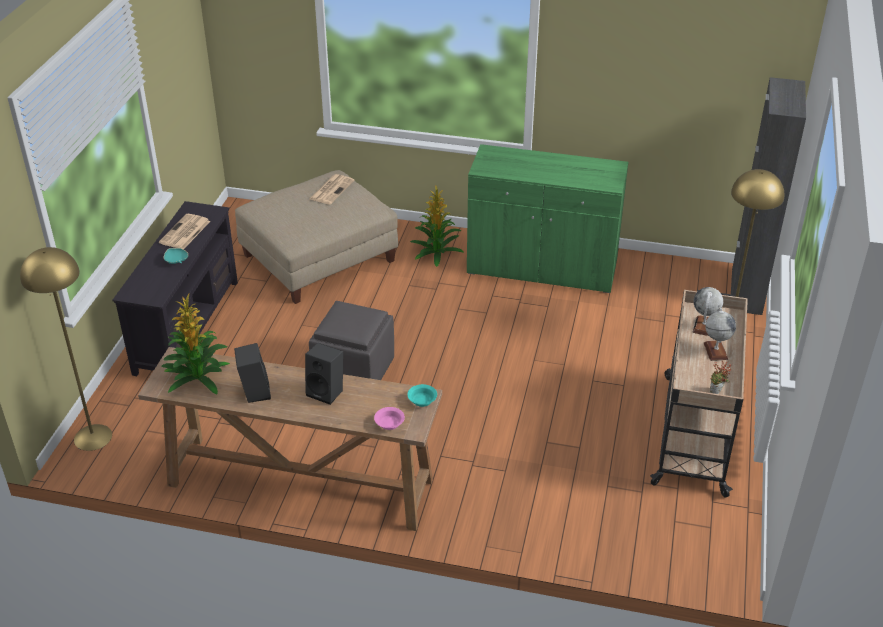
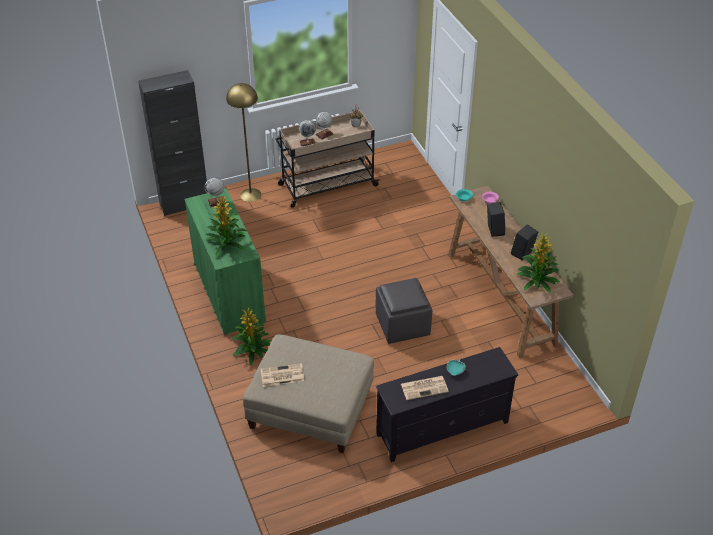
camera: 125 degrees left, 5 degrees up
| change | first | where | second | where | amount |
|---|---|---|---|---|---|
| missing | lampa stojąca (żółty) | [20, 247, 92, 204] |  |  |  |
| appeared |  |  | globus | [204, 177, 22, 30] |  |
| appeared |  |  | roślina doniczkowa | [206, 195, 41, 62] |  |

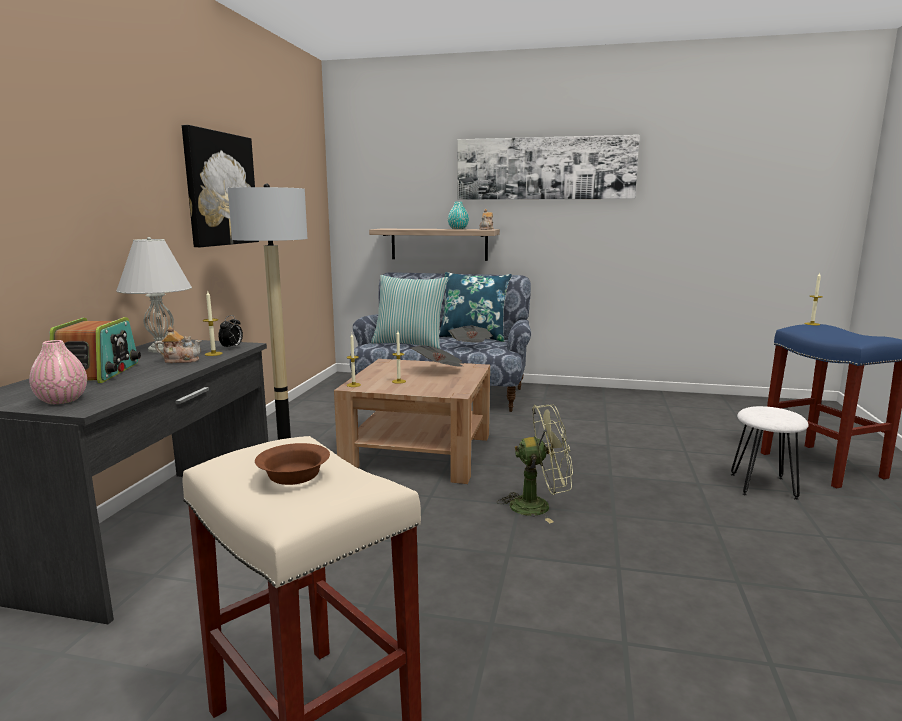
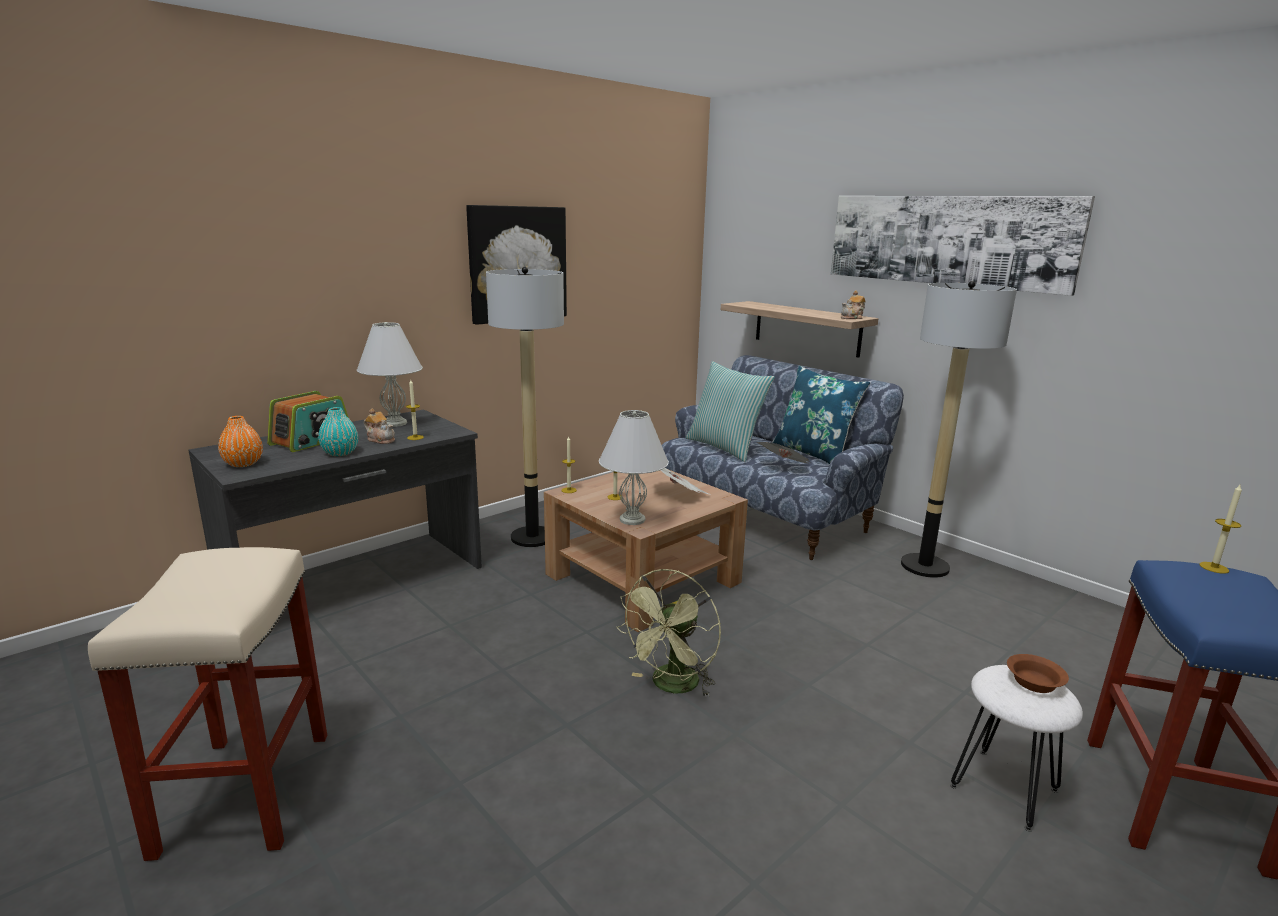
camera: 35 degrees right, 5 degrees up
| change | first | where | second | where | amount |
|---|---|---|---|---|---|
| relocated | wazon (turkusowy) | [448, 202, 21, 27] |  | [318, 407, 40, 49] |  |
| missing | budzik | [218, 315, 25, 34] |  |  |  |
| colour | wazon (różowy) | [29, 340, 58, 64] | wazon (pomarańczowy) | [218, 416, 45, 51] |  |
| spun | wentylator (zielony) | [497, 404, 76, 119] |  | [616, 569, 105, 129] | 90 degrees clockwise |
| relocated | miska (brązowy) | [255, 443, 75, 42] |  | [1007, 654, 62, 39] |  |
| appeared |  |  | lampa stojąca | [901, 281, 116, 297] |  |
| appeared |  |  | lampa stołowa (biały) | [599, 410, 70, 115] |  |

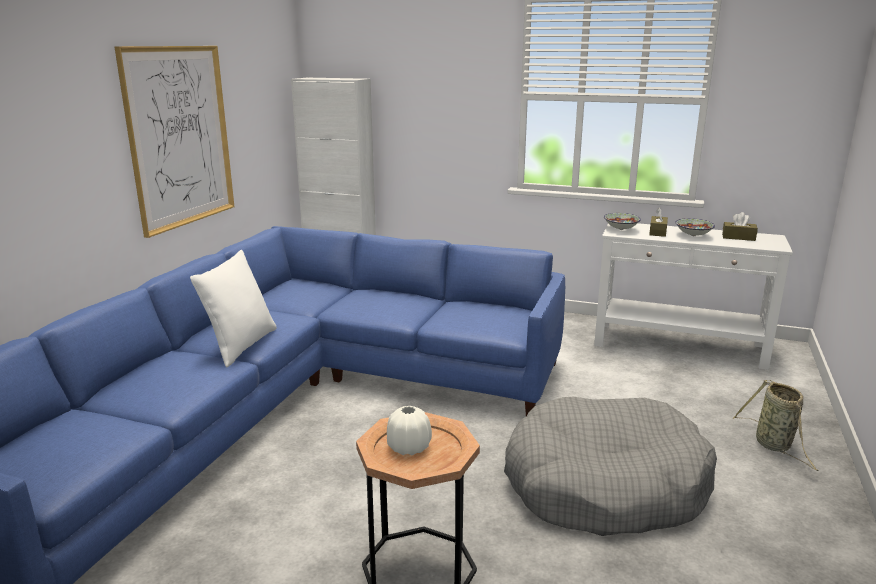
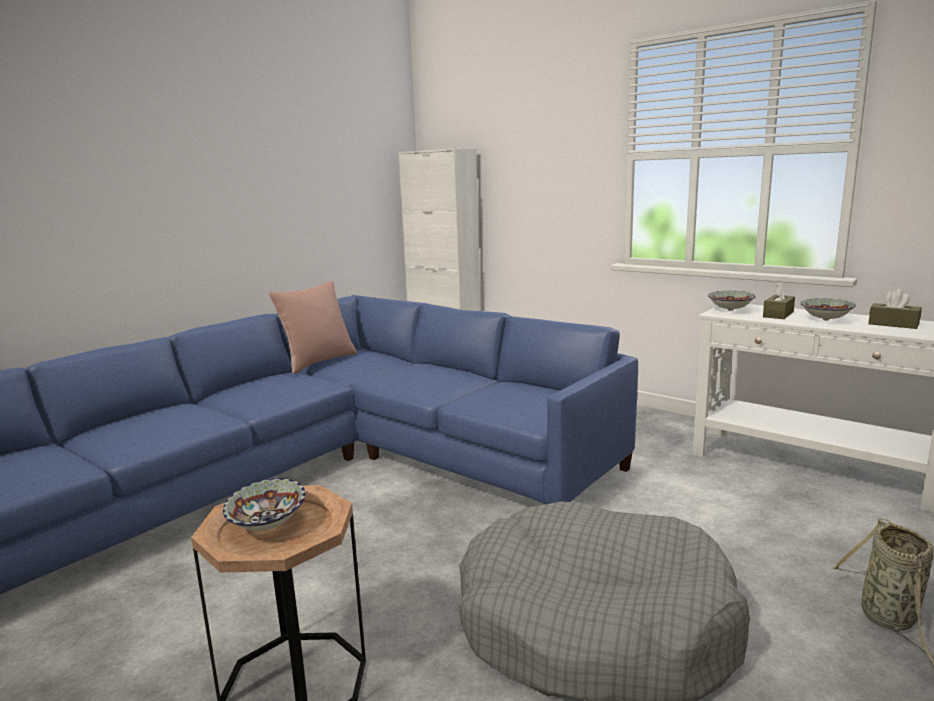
camera: 20 degrees right, 5 degrees down
| change | first | where | second | where | amount |
|---|---|---|---|---|---|
| missing | obraz | [114, 46, 120, 192] |  |  |  |
| missing | poduszka (biały) | [190, 250, 87, 117] |  |  |  |
| exchanged | wazon (biały) | [387, 406, 45, 49] | miska | [223, 478, 83, 53] |  |
| appeared |  |  | poduszka (różowy) | [269, 281, 88, 93] |  |

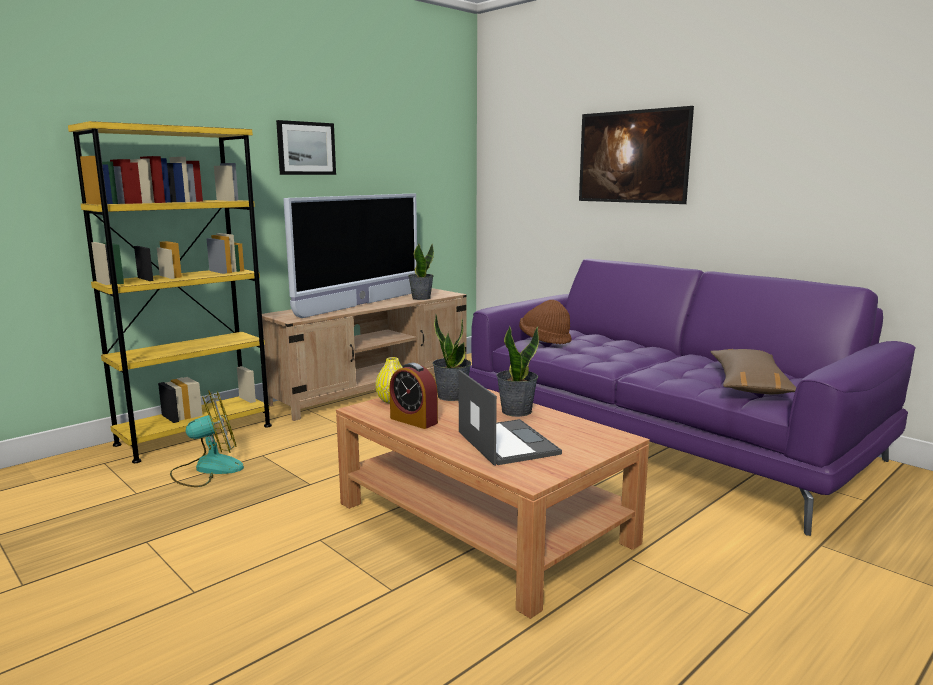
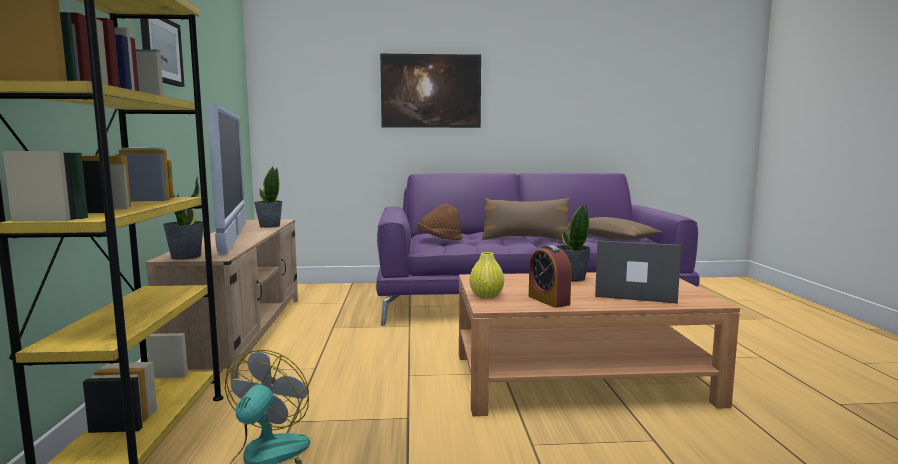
camera: 50 degrees left, 5 degrees down
| change | first | where | second | where | amount |
|---|---|---|---|---|---|
| relocated | roślina doniczkowa | [433, 314, 38, 87] |  | [163, 177, 40, 83] |  |
| spun | budzik | [390, 363, 48, 66] |  | [529, 245, 42, 63] | 75 degrees clockwise |
| appeared |  |  | poduszka (brązowy) | [482, 198, 88, 42] |  |

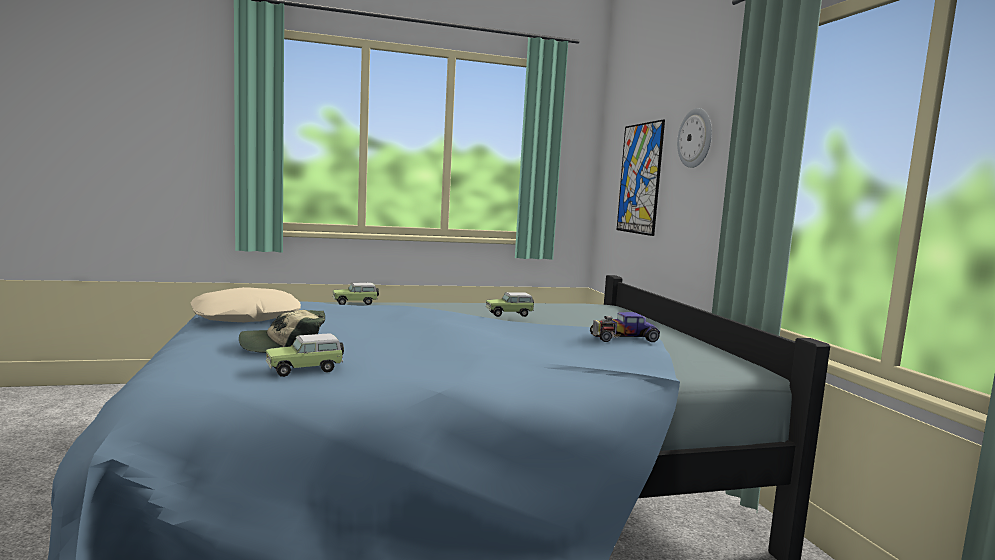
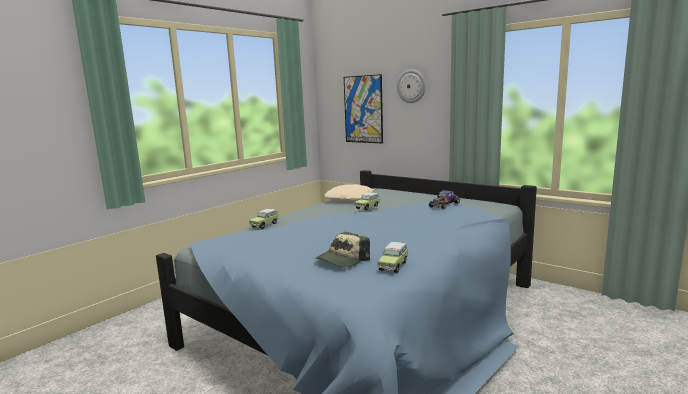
camera: 35 degrees left, 5 degrees up
| change | first | where | second | where | amount |
|---|---|---|---|---|---|
| relocated | poduszka (beżowy) | [190, 287, 111, 35] |  | [324, 184, 50, 18] |  |

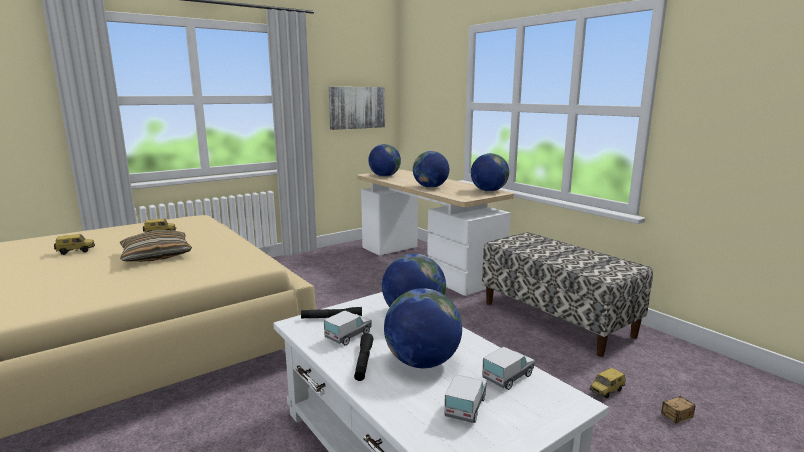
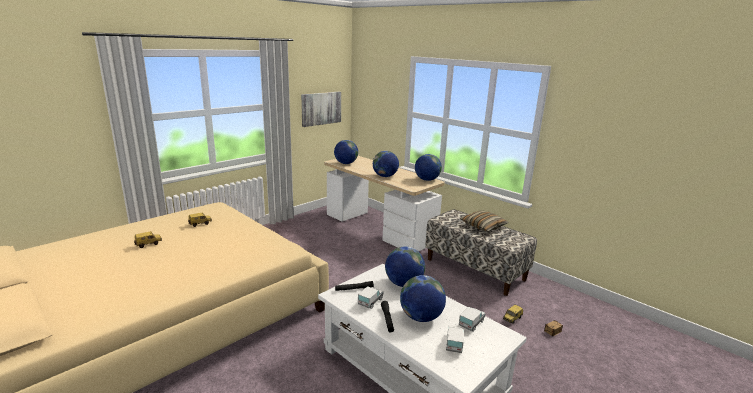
camera: 10 degrees left, 5 degrees up
| change | first | where | second | where | amount |
|---|---|---|---|---|---|
| relocated | poduszka | [120, 230, 72, 32] |  | [460, 211, 48, 21] |  |

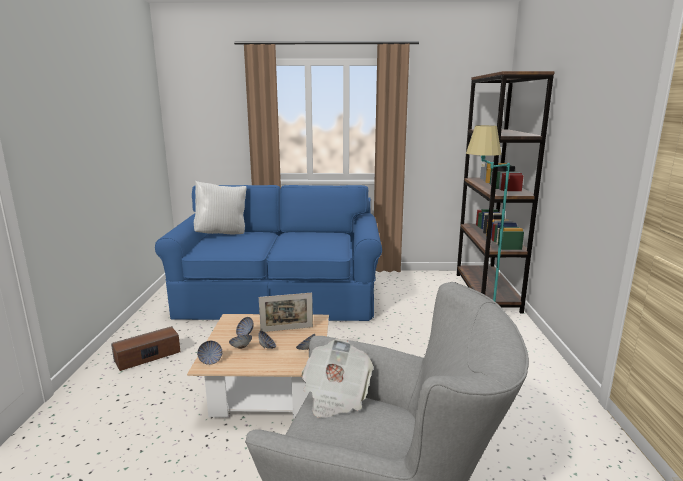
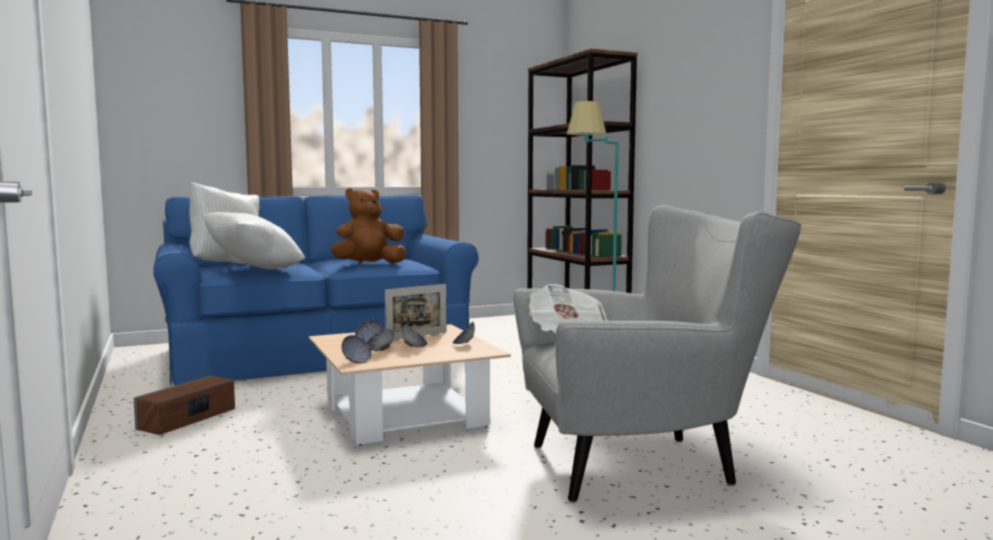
camera: 25 degrees left, 10 degrees down
| change | first | where | second | where | amount |
|---|---|---|---|---|---|
| appeared |  |  | pluszak (brązowy) | [331, 188, 76, 75] |  |
| appeared |  |  | poduszka (biały) | [203, 212, 102, 57] |  |

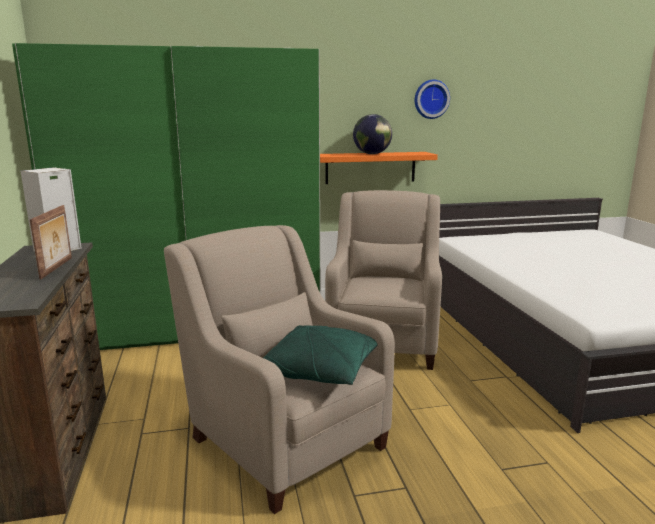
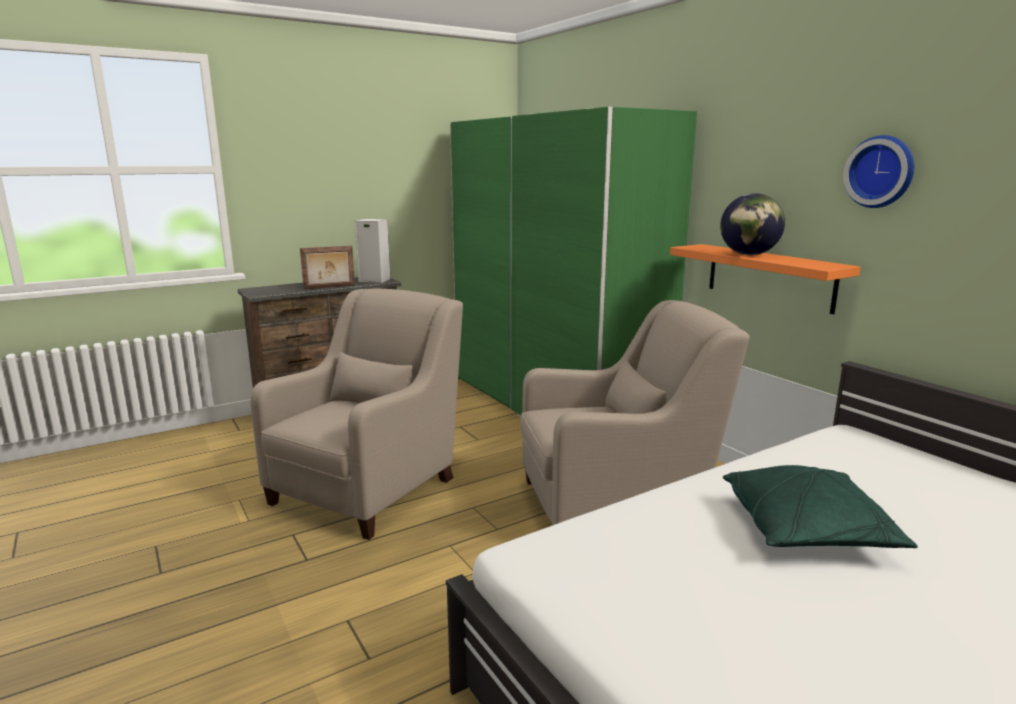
camera: 70 degrees right, 0 degrees up
| change | first | where | second | where | amount |
|---|---|---|---|---|---|
| relocated | poduszka (zielony) | [264, 325, 113, 60] |  | [723, 465, 195, 83] |  |

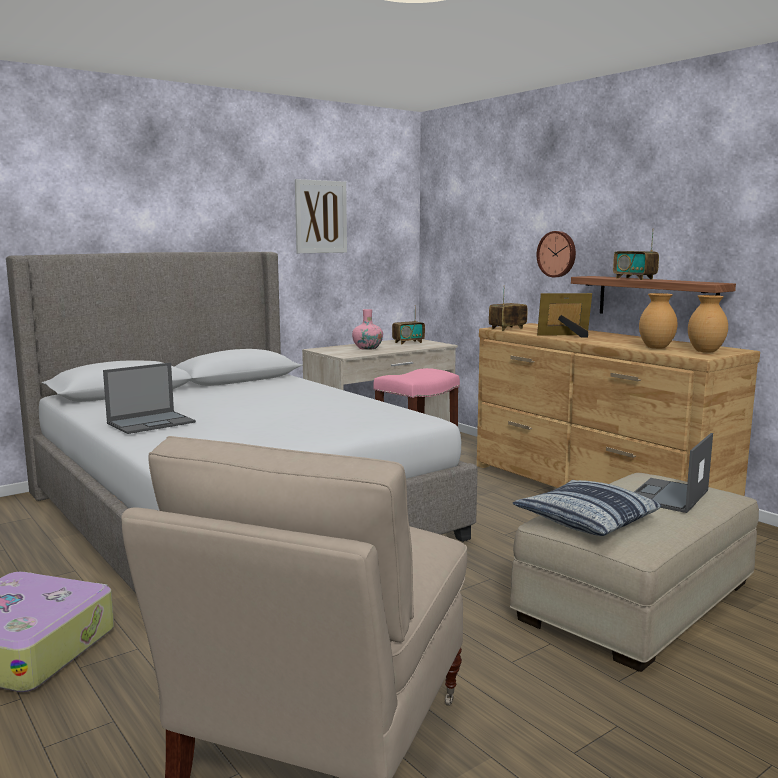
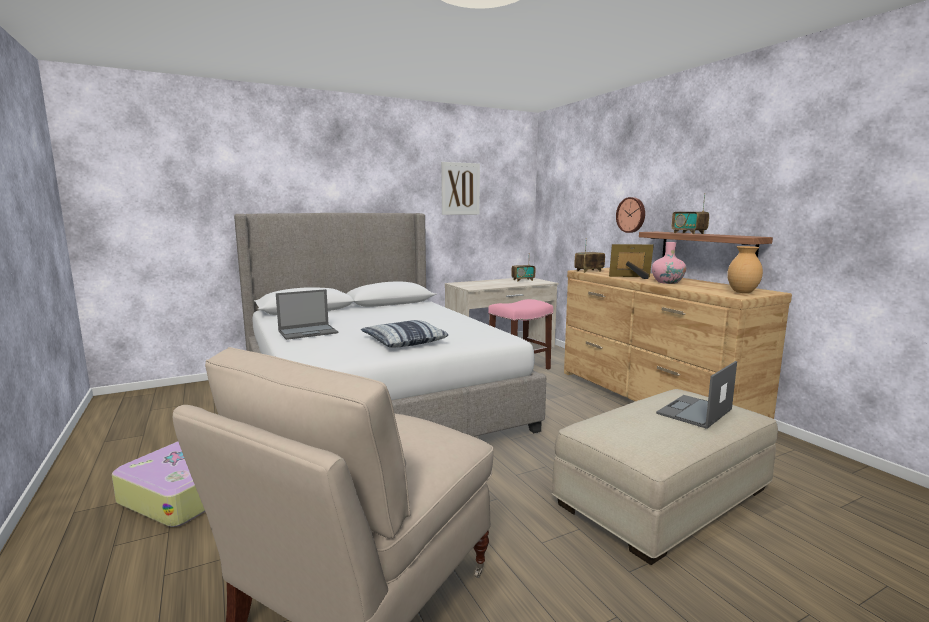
camera: 10 degrees right, 0 degrees up
| change | first | where | second | where | amount |
|---|---|---|---|---|---|
| missing | wazon (brązowy) | [639, 293, 39, 56] |  |  |  |
| relocated | wazon (różowy) | [352, 309, 31, 41] |  | [652, 242, 34, 42] |  |
| relocated | poduszka | [513, 480, 148, 56] |  | [361, 320, 87, 28] |  |

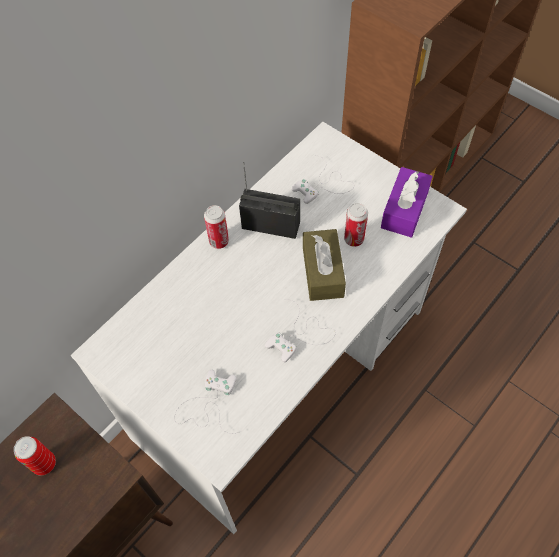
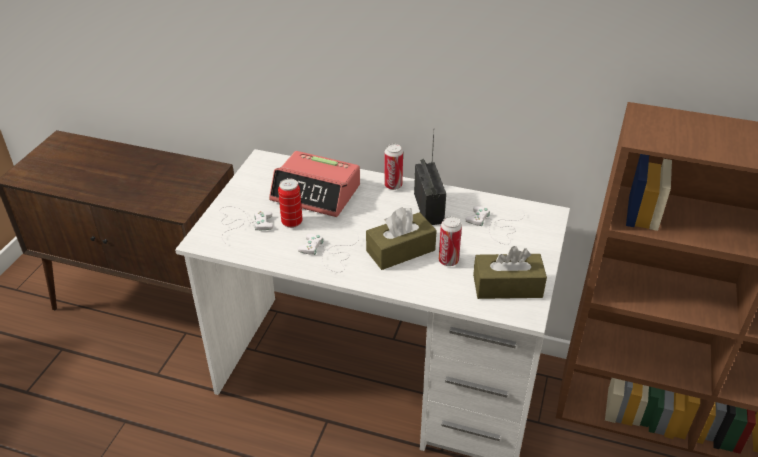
camera: 65 degrees right, 20 degrees down
| change | first | where | second | where | amount |
|---|---|---|---|---|---|
| colour | pudełko chusteczek (fioletowy) | [381, 167, 52, 71] | pudełko chusteczek (brązowy) | [473, 246, 74, 53] |  |
| relocated | puszka | [14, 436, 42, 39] |  | [278, 178, 25, 50] |  |
| appeared |  |  | budzik | [269, 151, 91, 66] |  |

